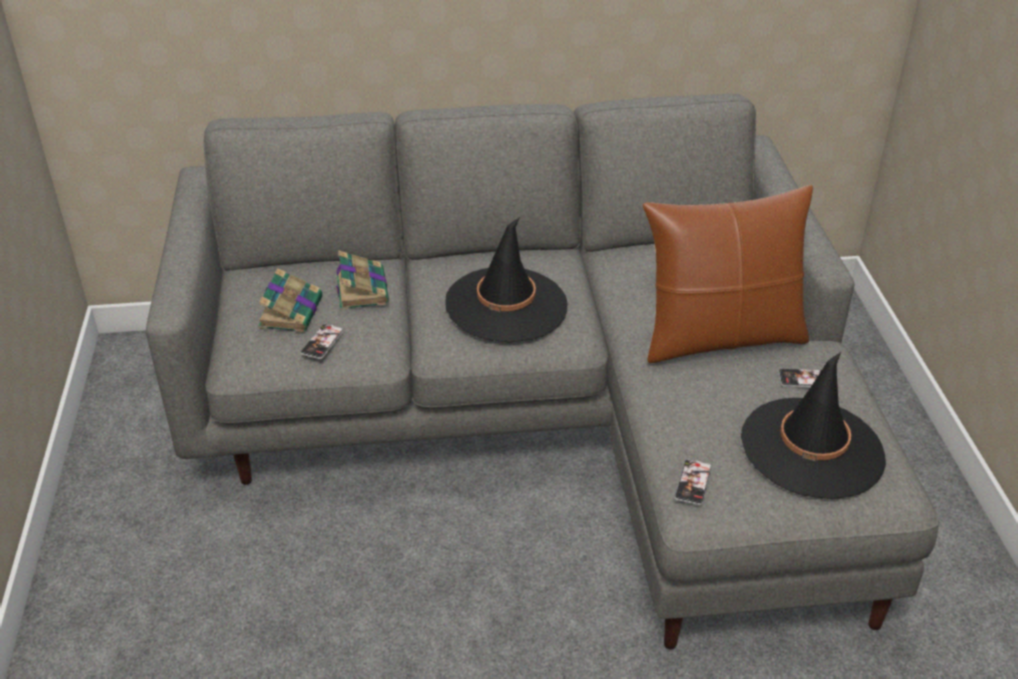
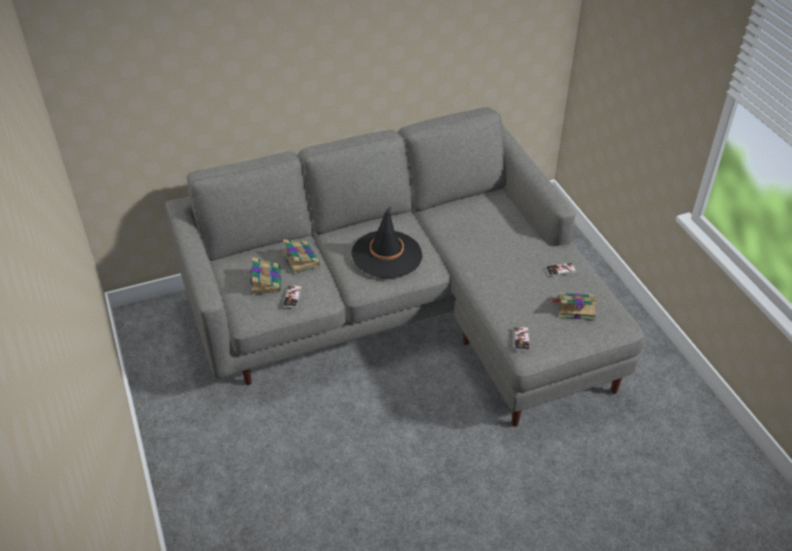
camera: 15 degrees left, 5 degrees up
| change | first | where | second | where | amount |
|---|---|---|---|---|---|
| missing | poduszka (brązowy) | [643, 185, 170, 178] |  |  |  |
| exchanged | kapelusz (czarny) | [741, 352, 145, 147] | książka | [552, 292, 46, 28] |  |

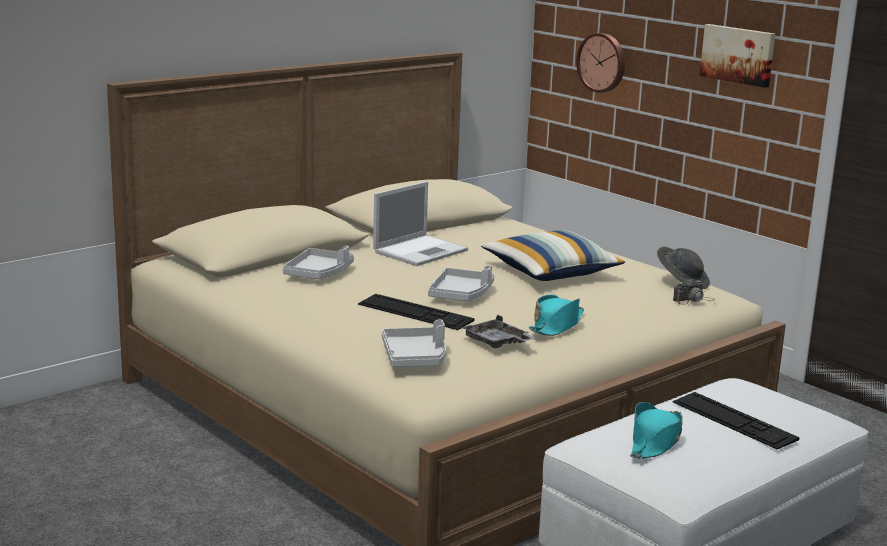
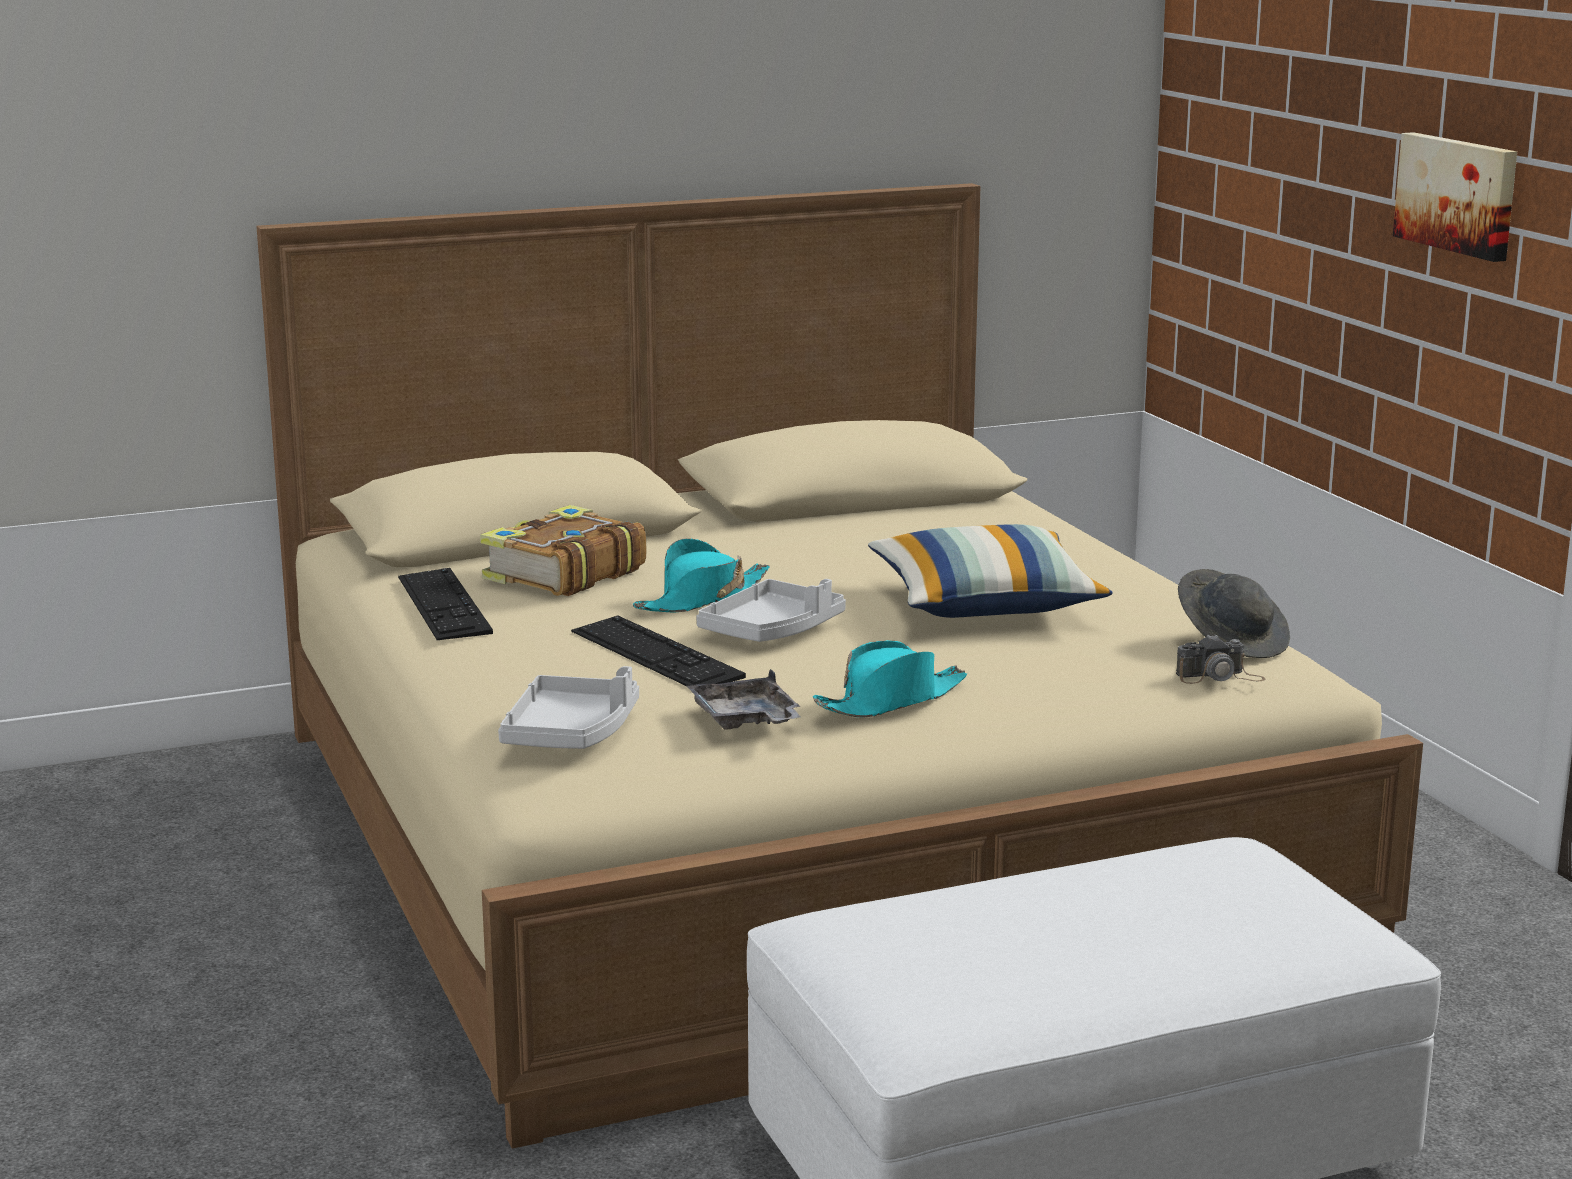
camera: 20 degrees right, 0 degrees up
| change | first | where | second | where | amount |
|---|---|---|---|---|---|
| missing | zegar ścienny | [576, 33, 49, 60] |  |  |  |
| missing | laptop | [373, 181, 95, 85] |  |  |  |
| exchanged | taca (szary) | [283, 246, 71, 33] | książka | [480, 505, 166, 91] |  |
| relocated | klawiatura | [673, 392, 127, 57] |  | [398, 568, 95, 72] |  |
| relocated | kapelusz (turkusowy) | [630, 402, 53, 57] |  | [633, 538, 137, 74] |  |

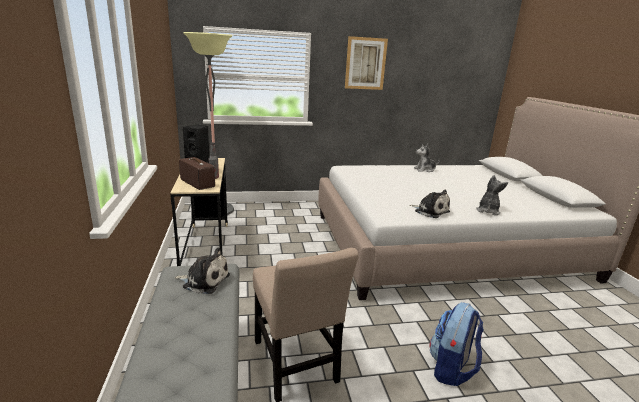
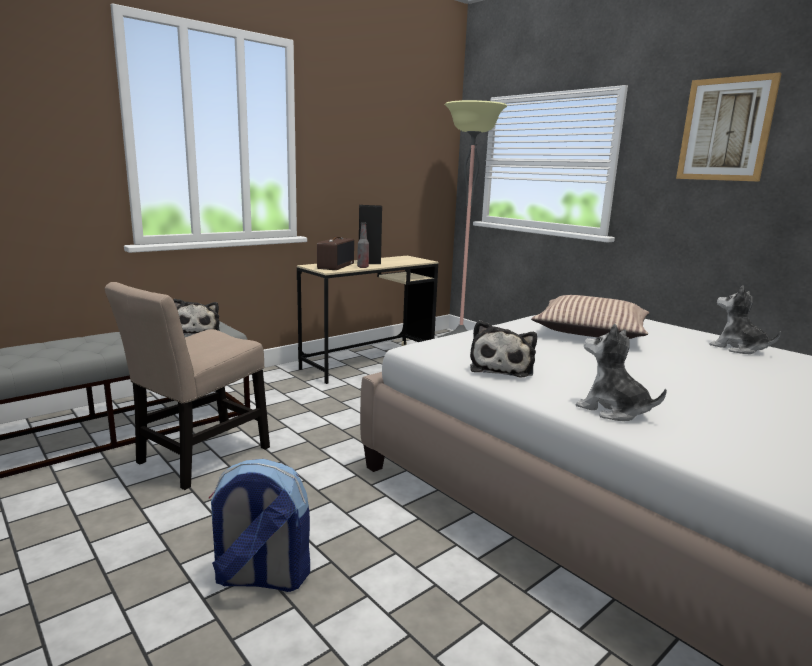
camera: 60 degrees right, 5 degrees down
| change | first | where | second | where | amount |
|---|---|---|---|---|---|
| spun | pluszak | [476, 175, 32, 40] |  | [576, 323, 91, 98] | 135 degrees counterclockwise |
| appeared |  |  | poduszka | [531, 295, 119, 44] |  |

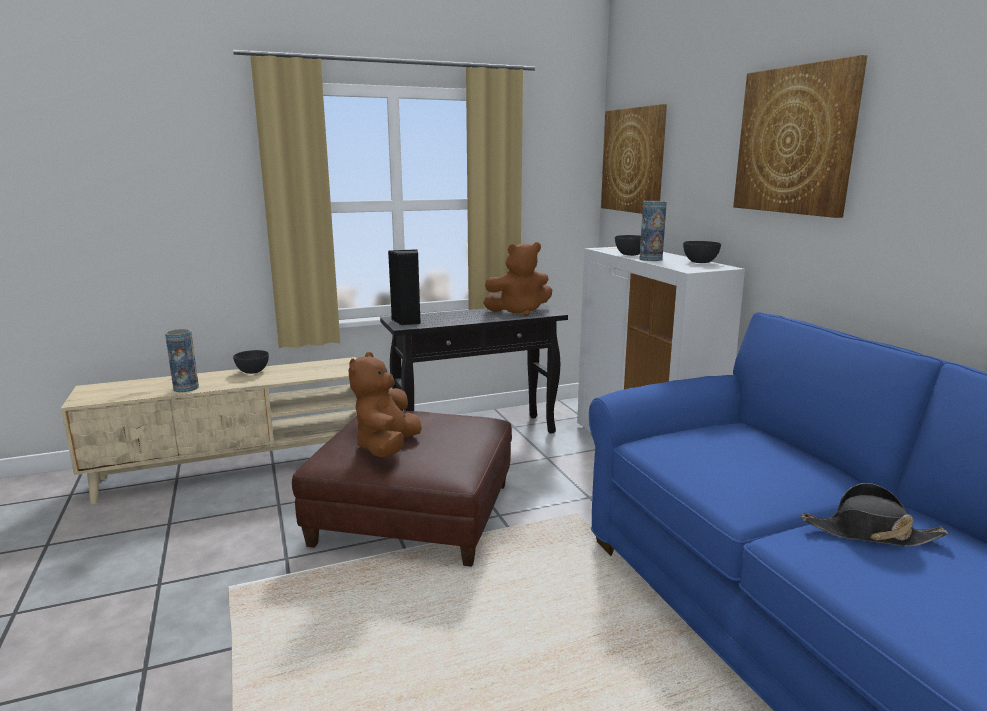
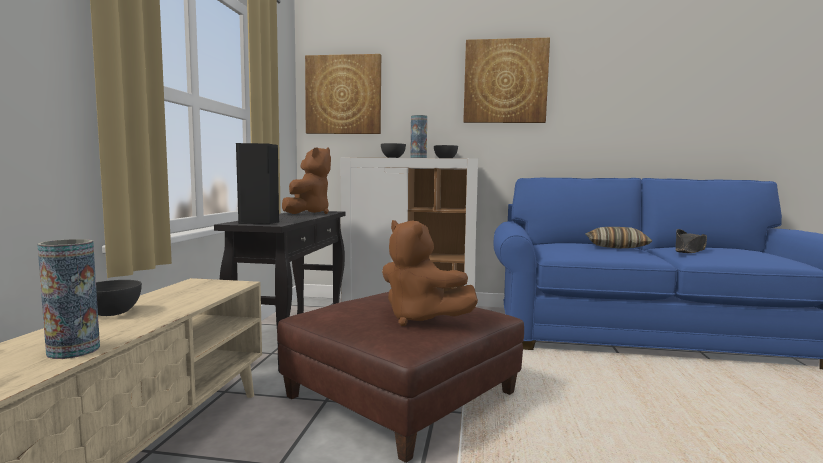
camera: 60 degrees left, 10 degrees down
| change | first | where | second | where | amount |
|---|---|---|---|---|---|
| appeared |  |  | poduszka | [585, 227, 67, 22] |  |

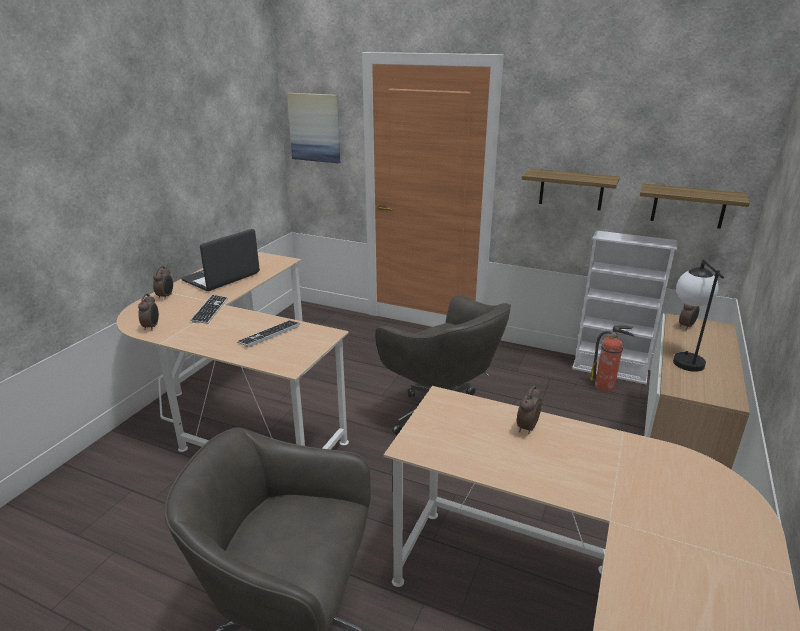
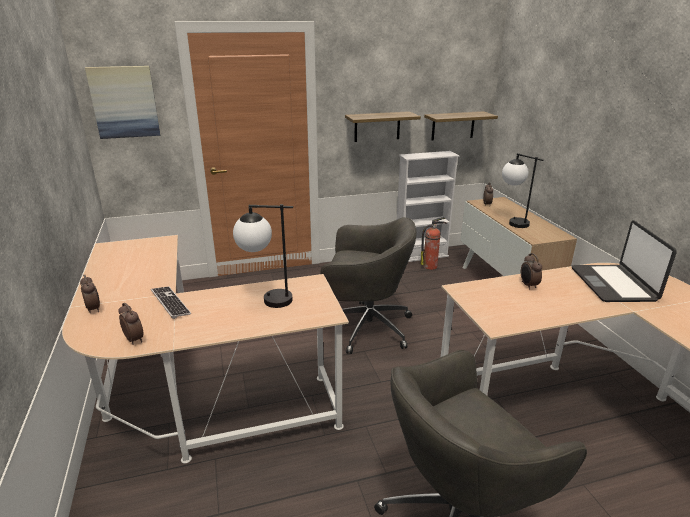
camera: 40 degrees left, 0 degrees up
| change | first | where | second | where | amount |
|---|---|---|---|---|---|
| relocated | laptop | [181, 229, 79, 62] |  | [572, 220, 105, 82] |  |
| exchanged | klawiatura | [237, 320, 63, 27] | lampa stołowa | [233, 204, 60, 104] |  |

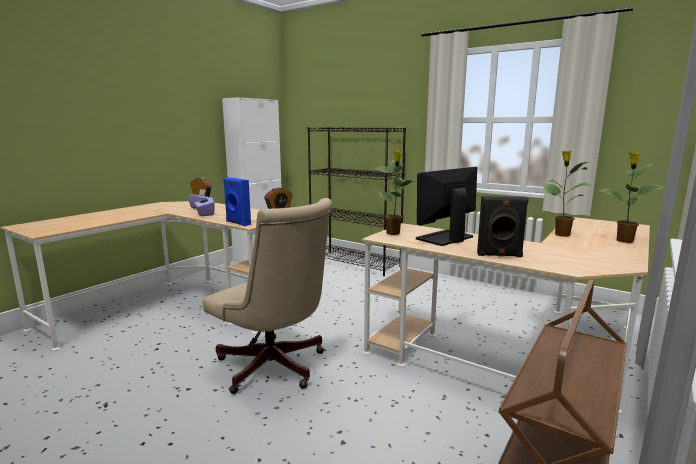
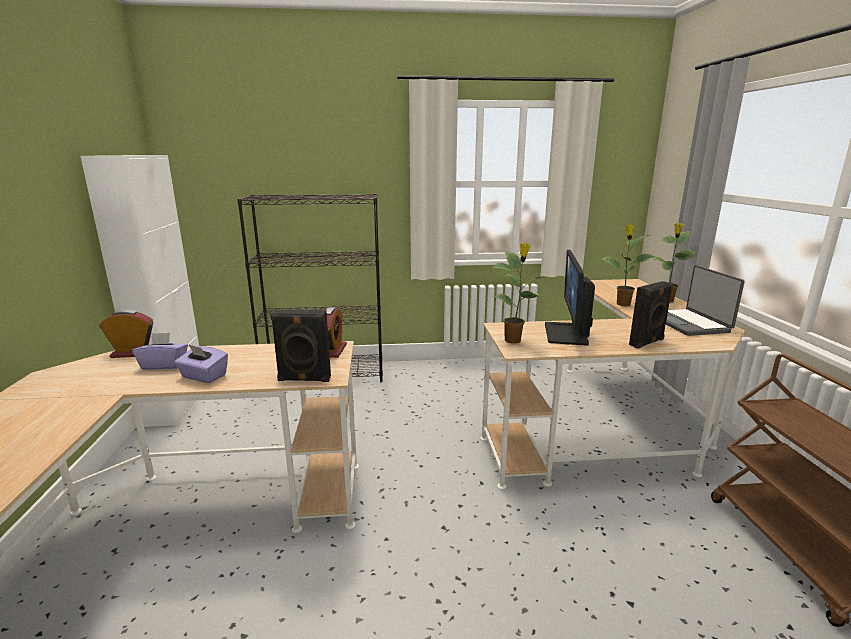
camera: 40 degrees left, 5 degrees up
| change | first | where | second | where | amount |
|---|---|---|---|---|---|
| colour | głośnik (niebieski) | [223, 177, 28, 49] | głośnik (czarny) | [270, 310, 61, 72] |  |
| missing | krzesło biurowe (beżowy) | [203, 198, 129, 196] |  |  |  |
| appeared |  |  | laptop | [666, 265, 79, 71] |  |

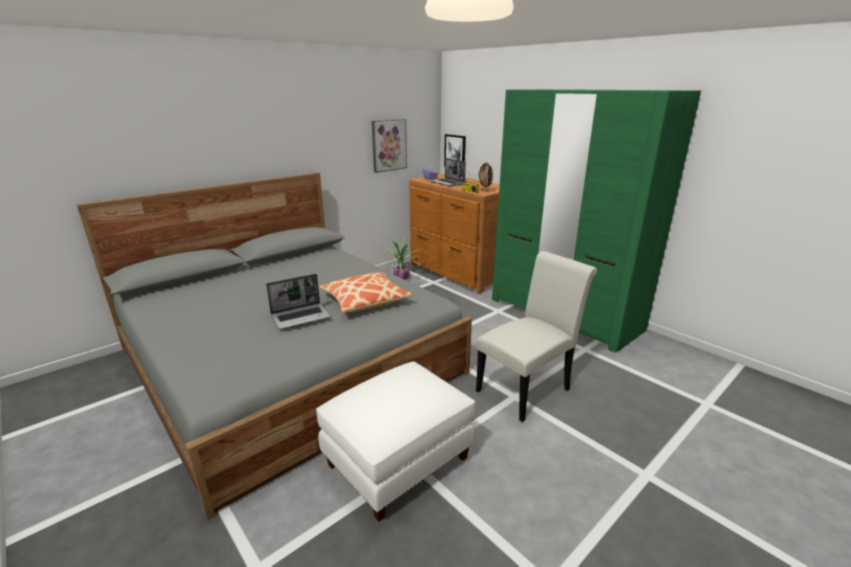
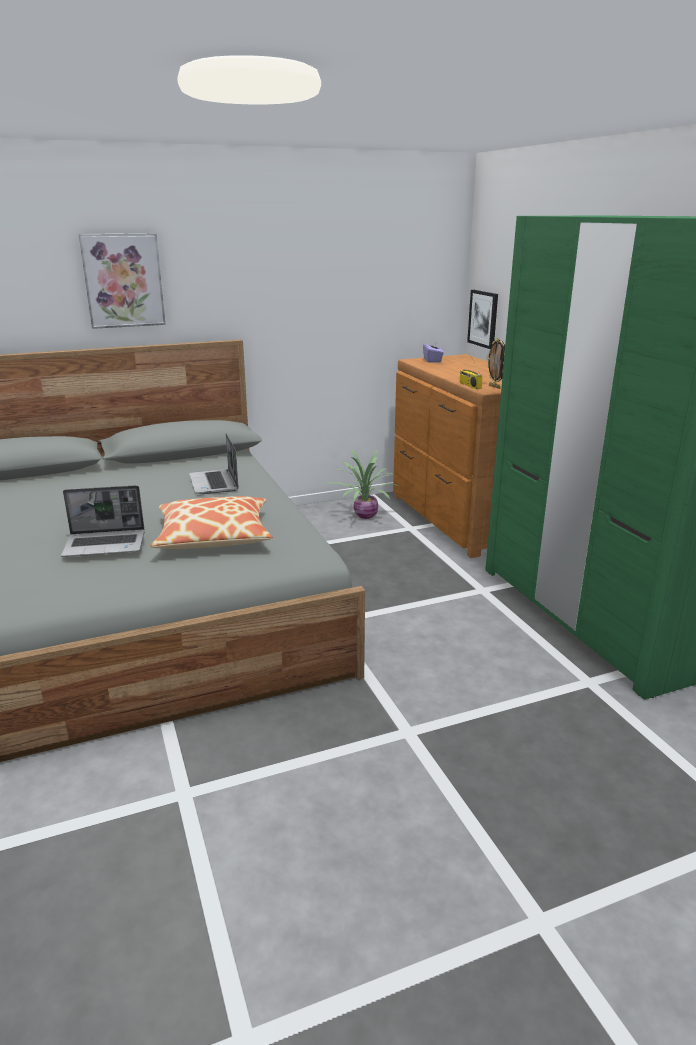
camera: 20 degrees right, 0 degrees up
| change | first | where | second | where | amount |
|---|---|---|---|---|---|
| relocated | obraz | [372, 119, 35, 54] |  | [79, 233, 87, 96] |  |
| relocated | laptop | [429, 158, 37, 28] |  | [189, 433, 49, 61] |  |
| missing | krzesło (biały) | [476, 251, 121, 171] |  |  |  |
| missing | pufa (biały) | [316, 361, 159, 161] |  |  |  |

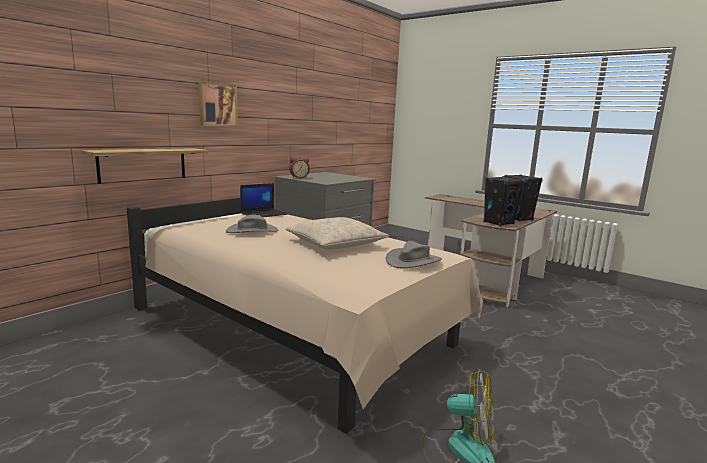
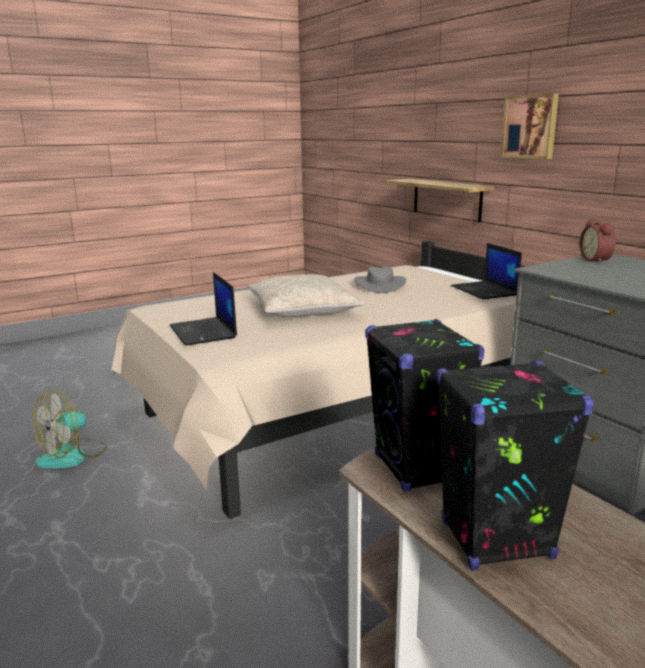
camera: 110 degrees right, 5 degrees up
| change | first | where | second | where | amount |
|---|---|---|---|---|---|
| exchanged | kapelusz (szary) | [386, 241, 56, 27] | laptop | [170, 272, 67, 73] |  |

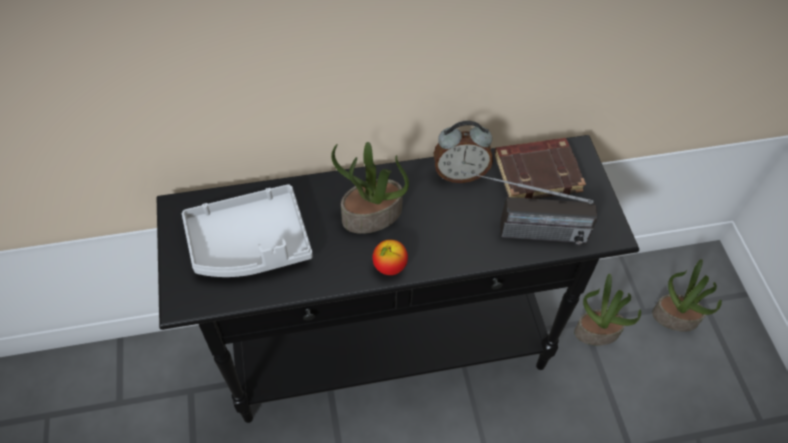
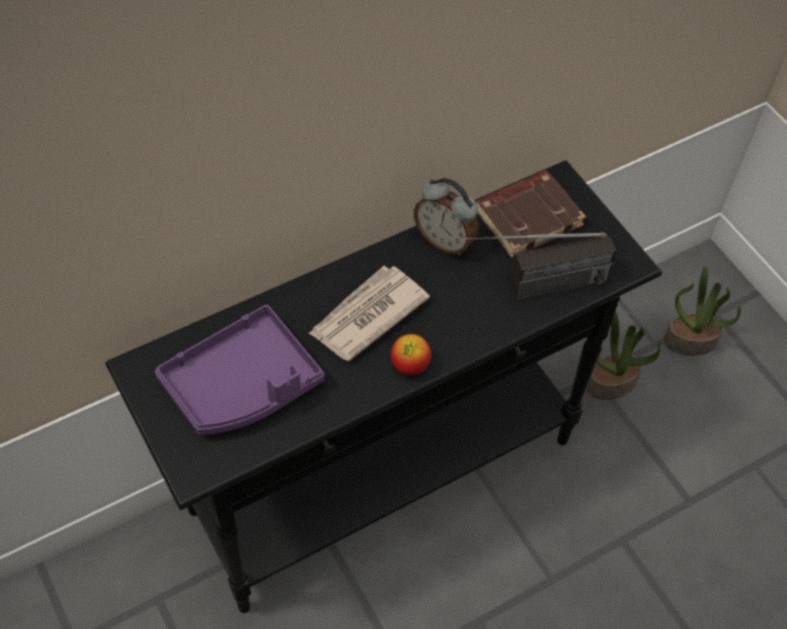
camera: 20 degrees left, 0 degrees up
| change | first | where | second | where | amount |
|---|---|---|---|---|---|
| spun | budzik | [433, 121, 60, 62] |  | [414, 178, 65, 78] | 60 degrees clockwise |
| exchanged | roślina doniczkowa | [331, 142, 78, 92] | gazeta | [309, 266, 121, 95] |  |
| colour | taca (szary) | [182, 184, 131, 93] | taca (fioletowy) | [155, 305, 169, 130] |  |

